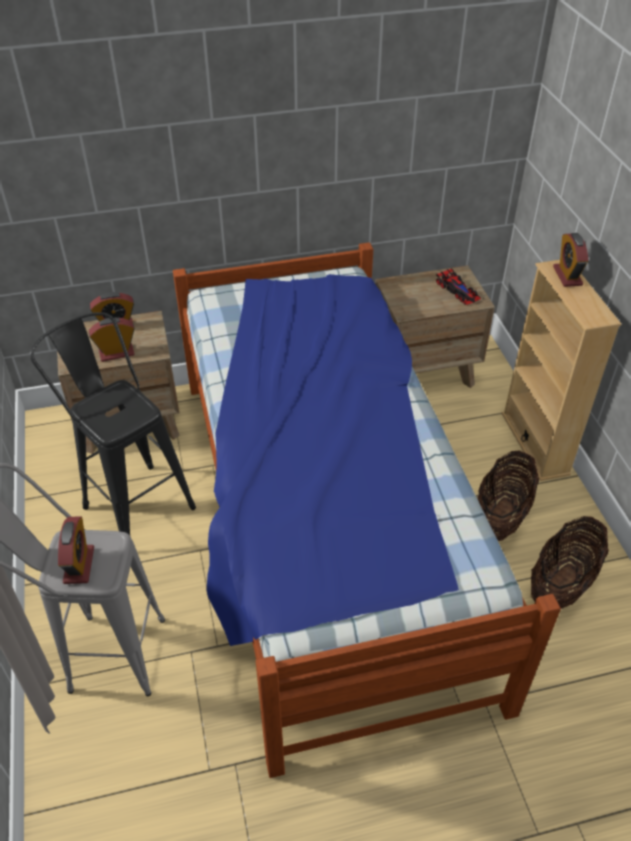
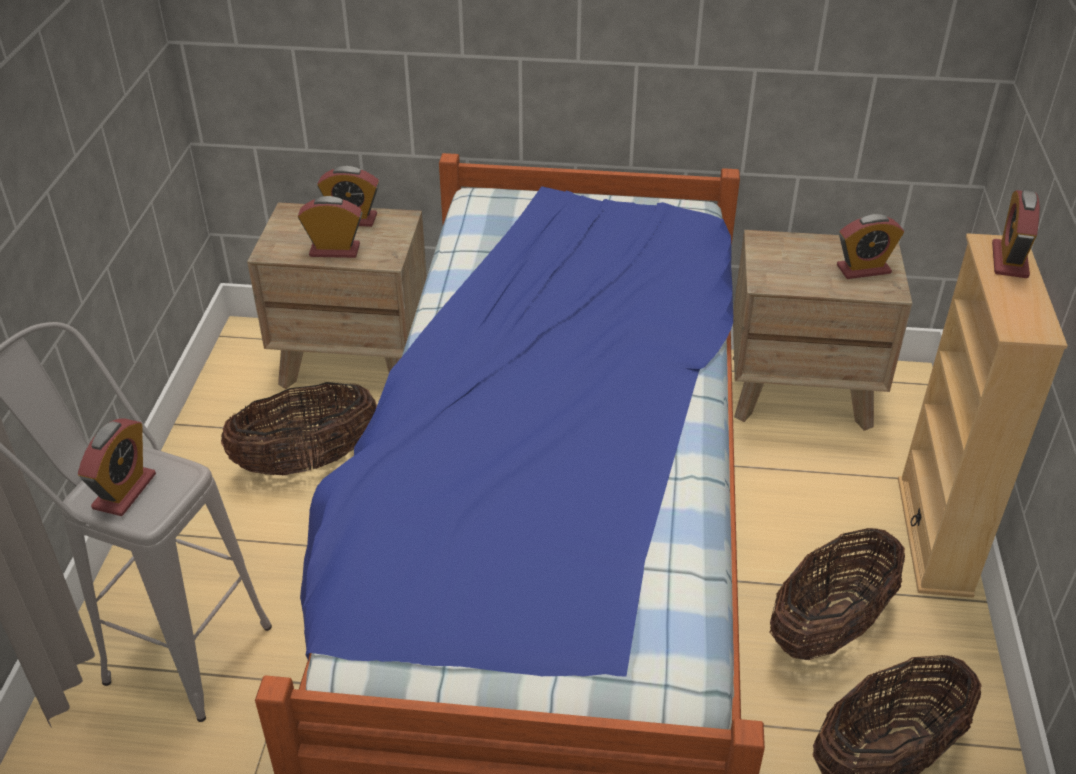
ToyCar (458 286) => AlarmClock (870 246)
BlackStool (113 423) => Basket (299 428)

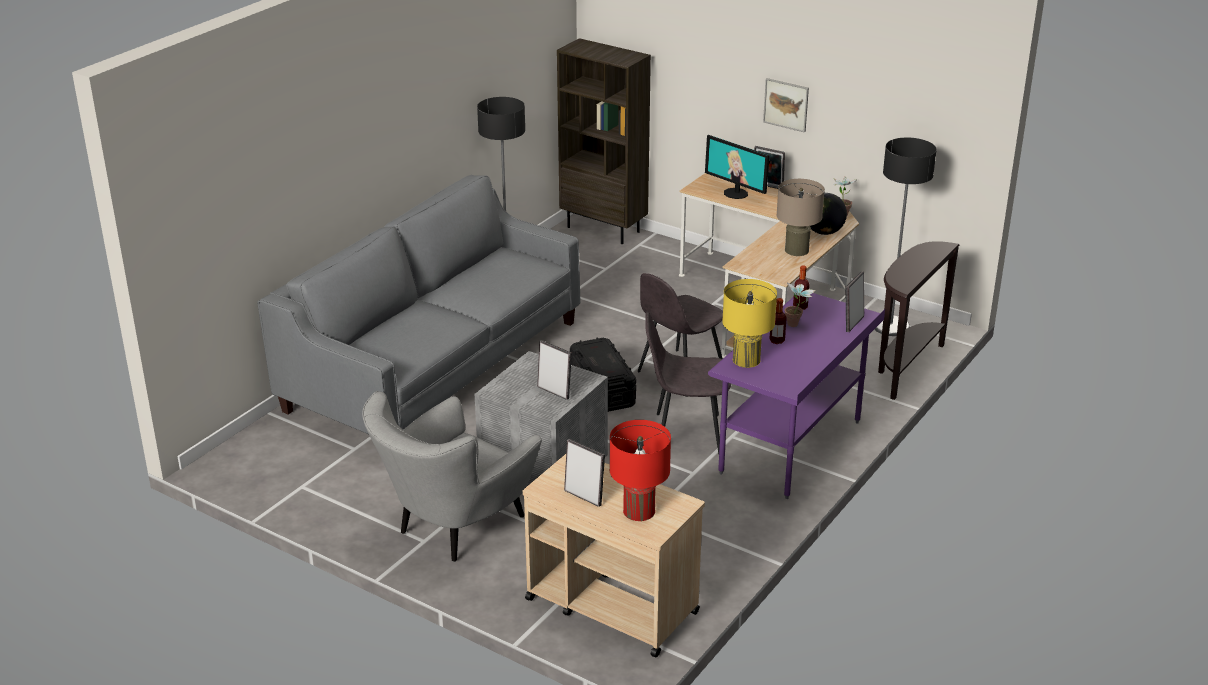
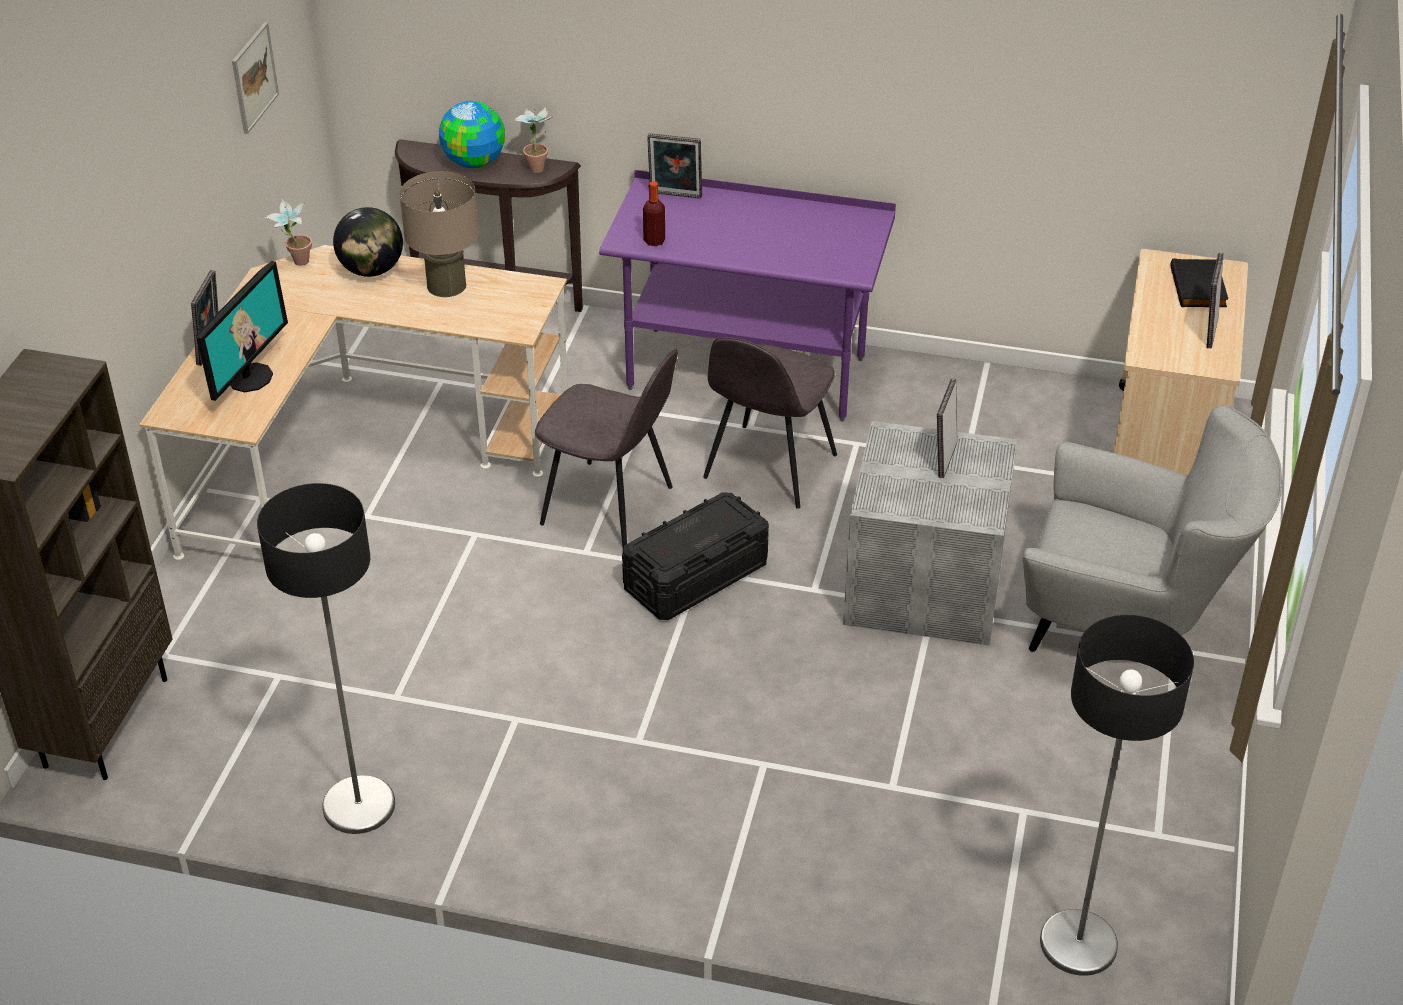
Picture (786 105) => Picture (255 78), relocated
FloorLamp (905 237) => FloorLamp (1117 795), relocated
GreySofa (418 304) => nothing
YellowTableLamp (749 323) => nothing
PottedPlant (799 305) => PottedPlant (534 140), relocated
Bottle (778 321) => nothing
GreyChair (688 383) => GreyChair (770 423), 45 degrees clockwise
RedTableLamp (640 470) => BlackBook (1199 282)
nothing => Globe (472 134)

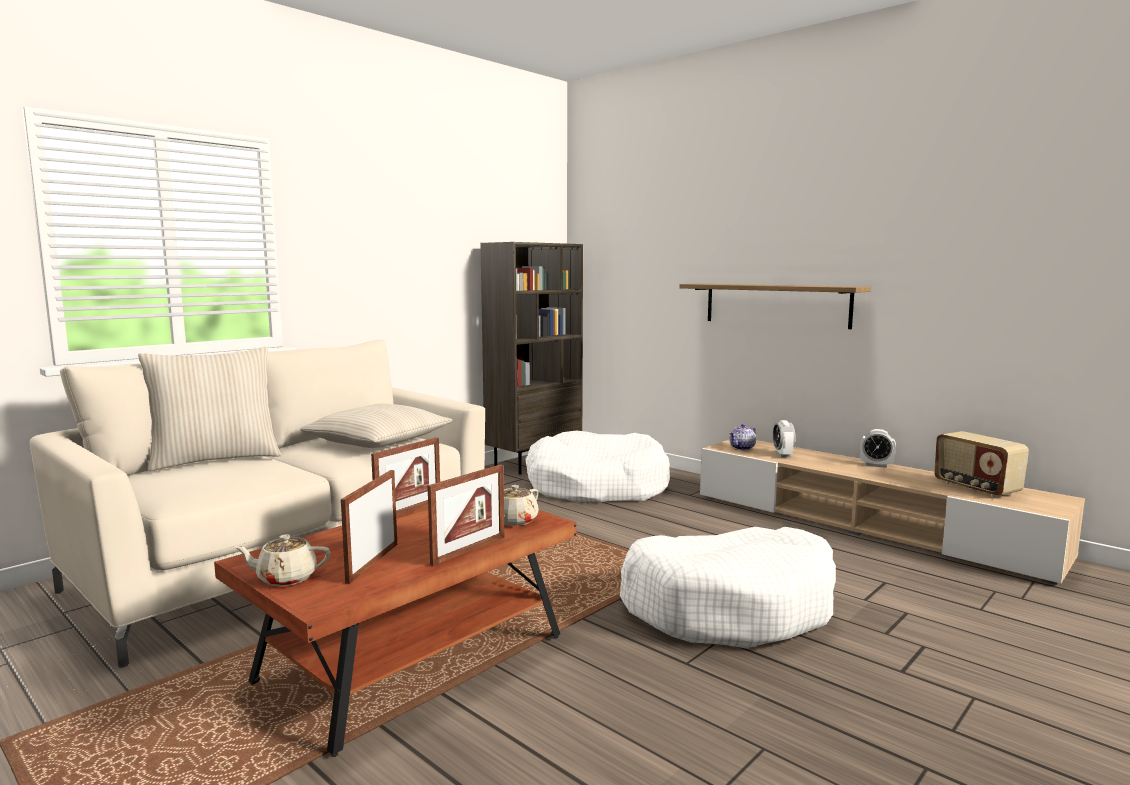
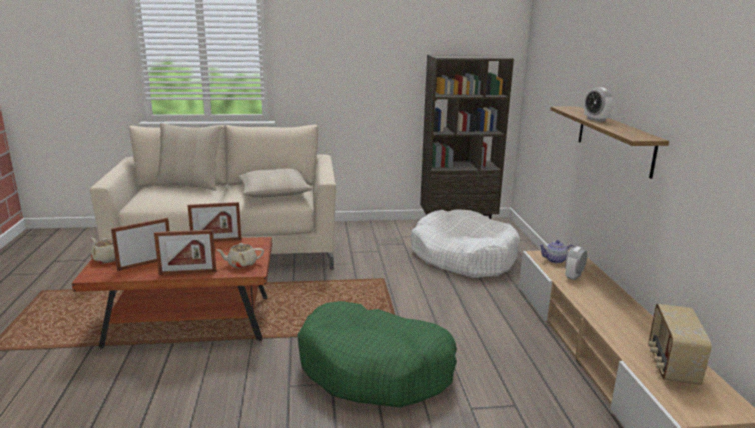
AlarmClock (878 448) => AlarmClock (598 104), relocated
WhiteDogBed (728 587) => GreenDogBed (377 354)

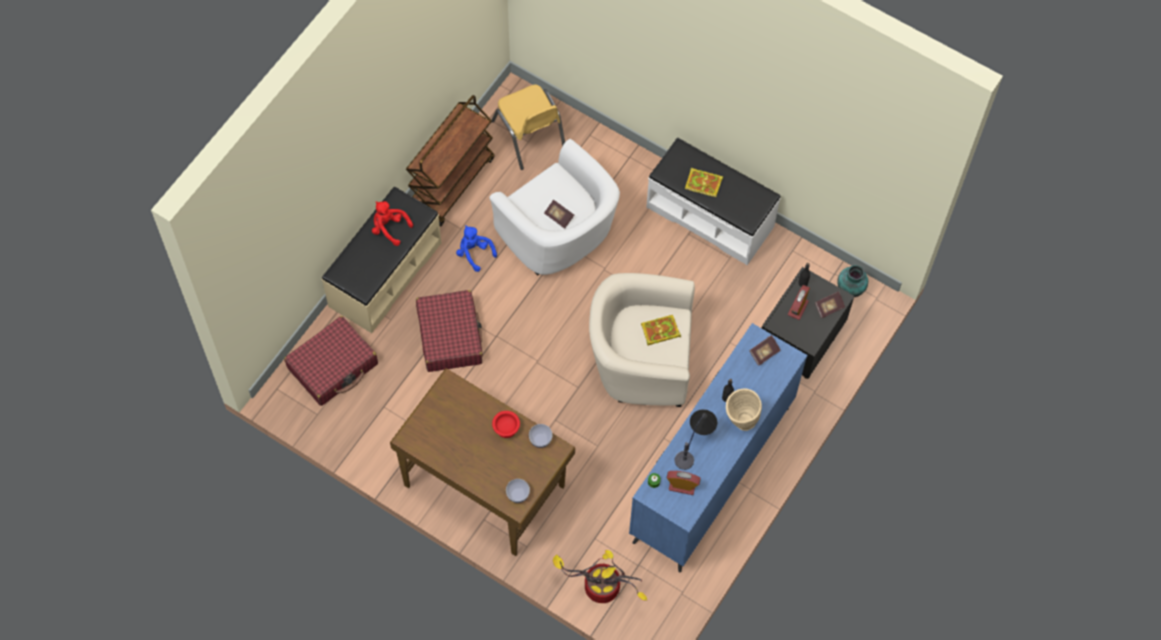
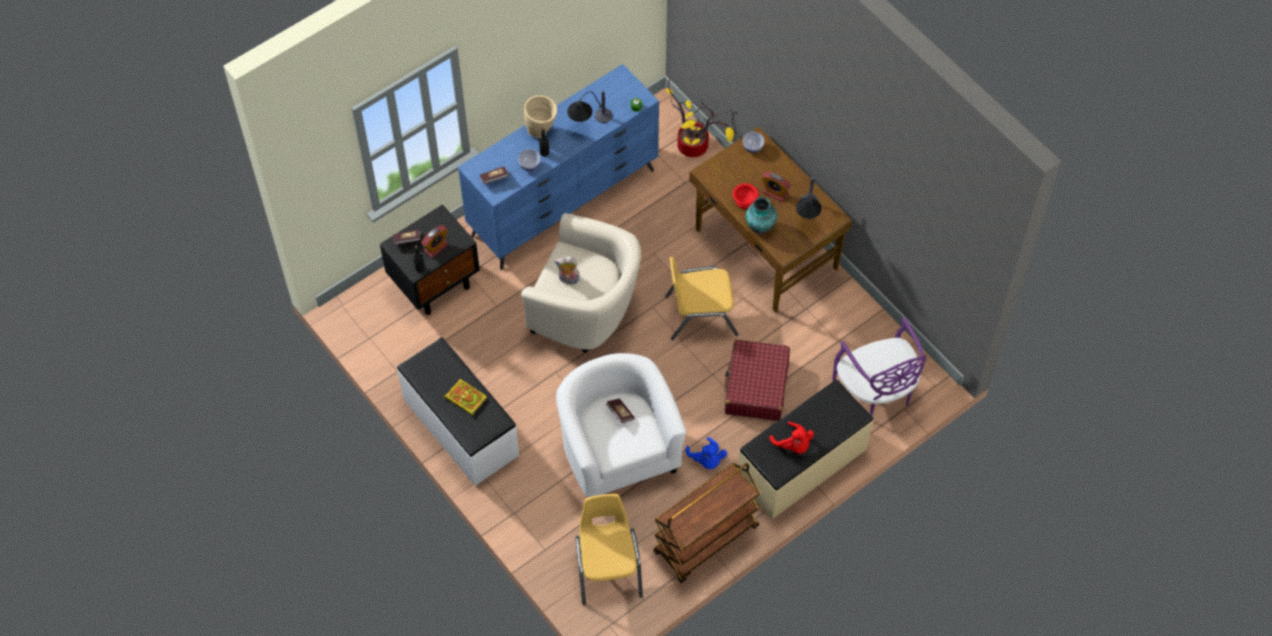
Vase (852 281) => Vase (761 215), relocated
Book (661 330) => PlushToy (567 270)
RedSuitcase (331 361) => PurpleChair (879 366)
Bowl (541 436) => Bowl (529 160), relocated
AlarmClock (684 483) => AlarmClock (776 187), relocated
nothing => TableLamp (808 198)
nothing => YellowChair (701 298)

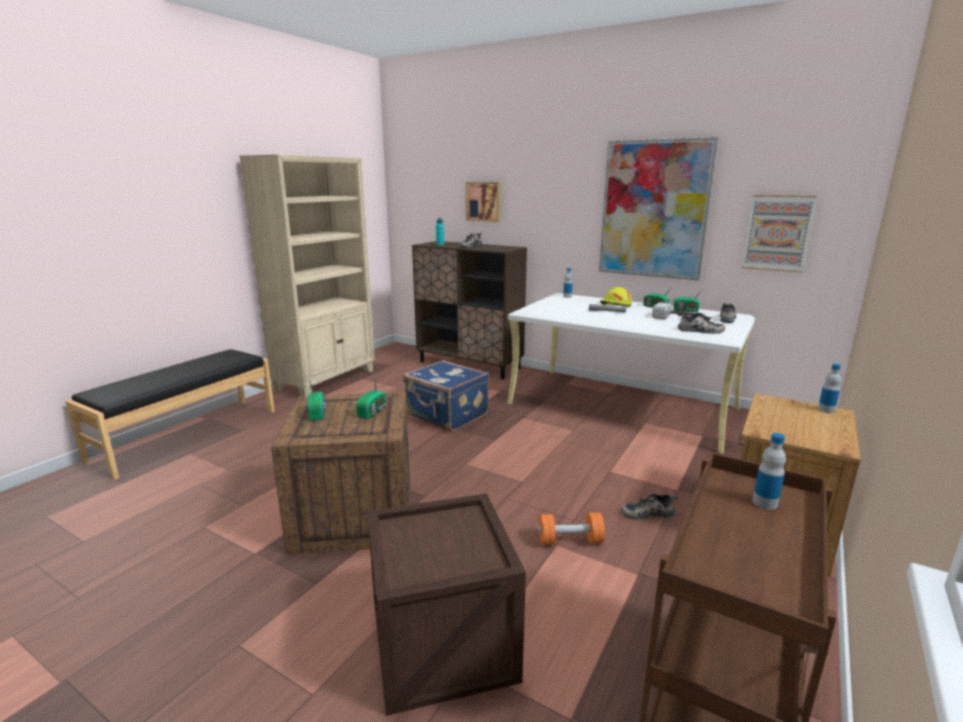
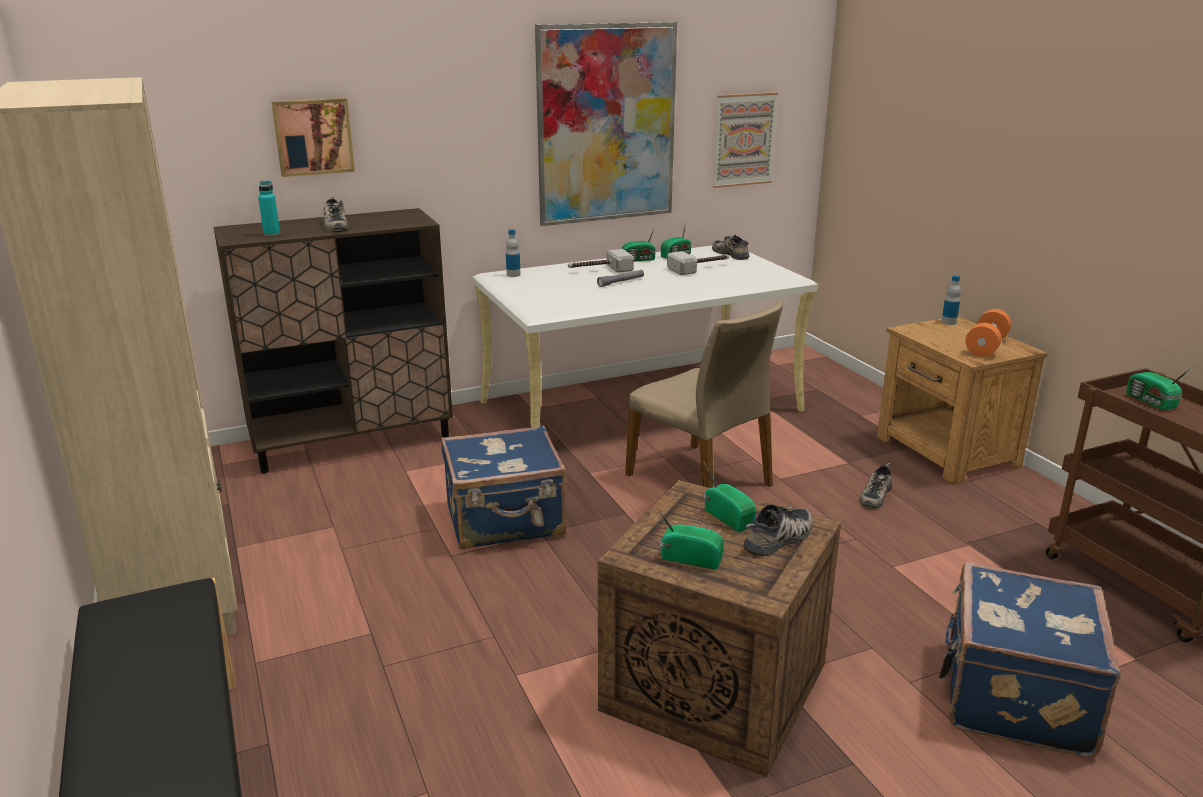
YellowHardHat (616 297) => Hammer (601 261)
Shoe (701 323) => Shoe (778 530), relocated
Bottle (769 471) => Radio (1160 387)
Crate (446 604) => BlueSuitcase (1029 660)
OrangeDumbbell (572 529) => OrangeDumbbell (988 333), relocated
nothing => BeigeChair (704 394)

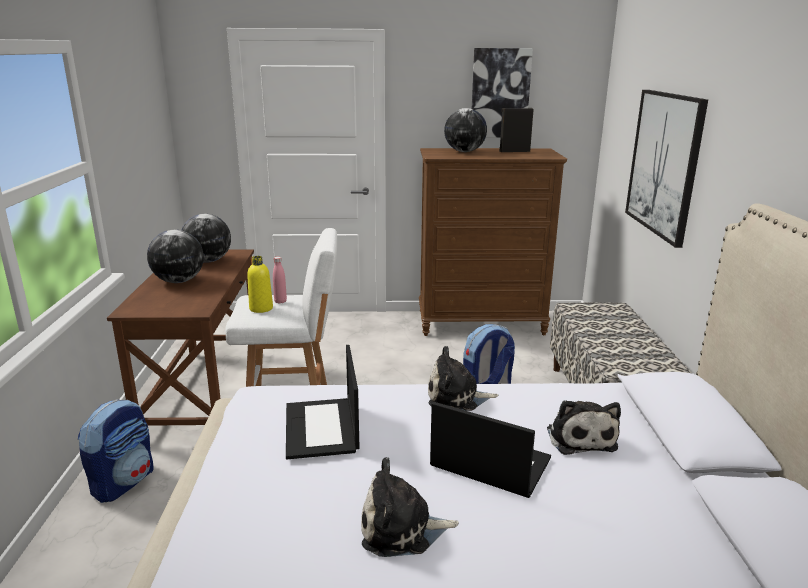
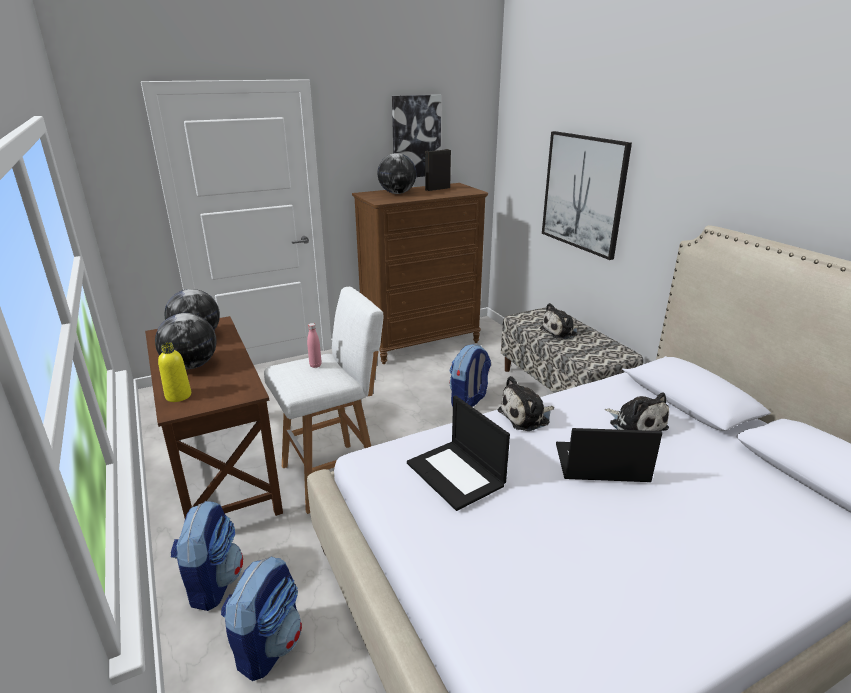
YellowBottle (260 284) => YellowBottle (174 372), relocated
PlushToy (410 507) => PlushToy (559 321), relocated
nothing => Backpack (261 618)

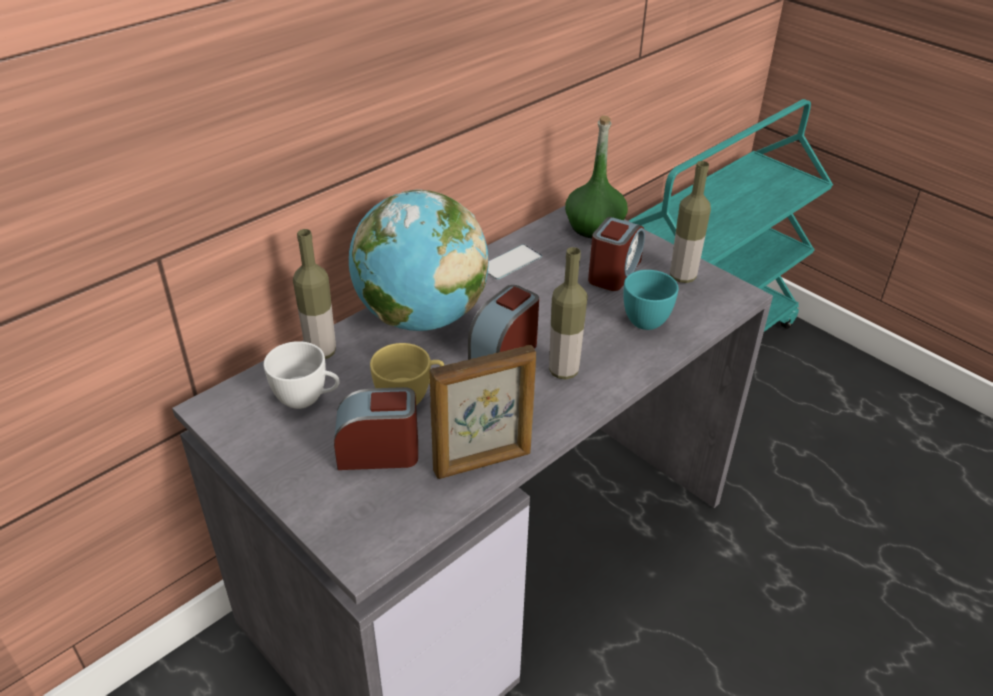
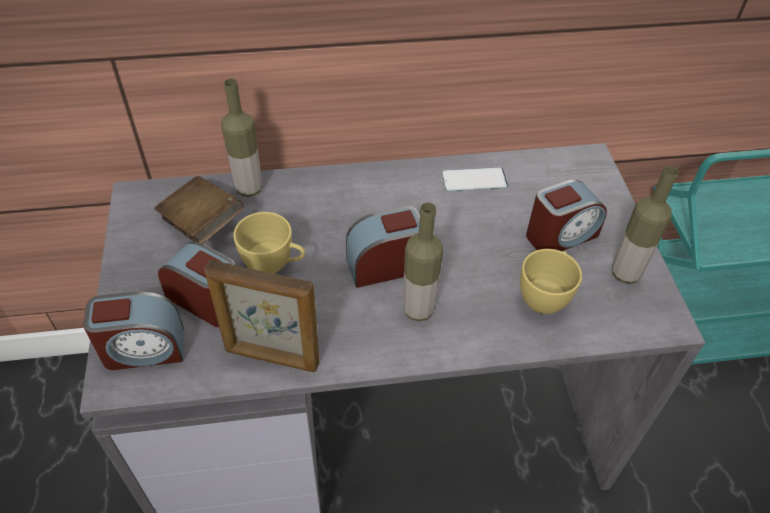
GreenBottle (596 176) => nothing
Globe (419 260) => nothing
TurquoiseCup (651 300) => YellowCup (551 281)
WhiteCup (301 375) => BrownBook (199 210)
nothing => AlarmClock (134 331)

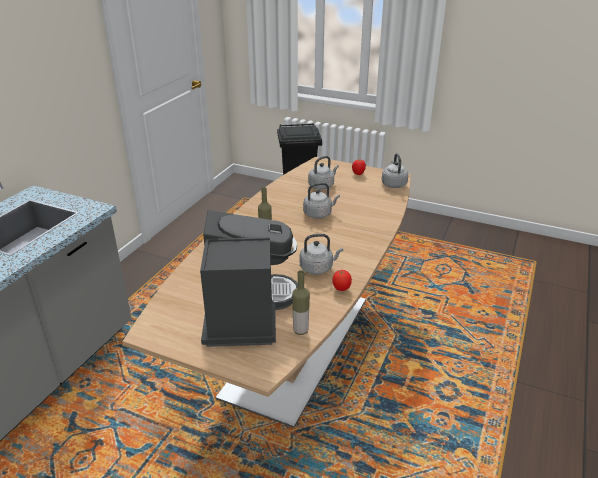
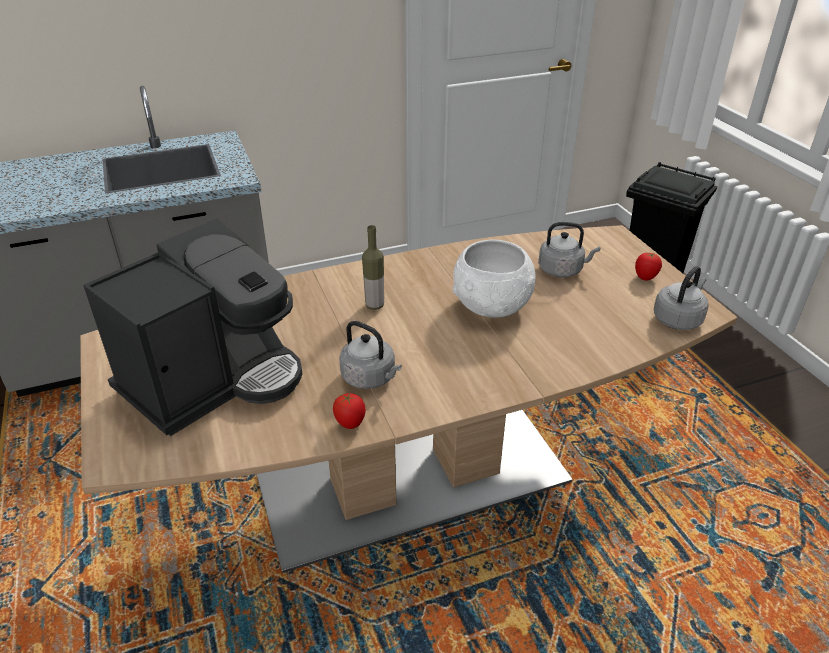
GreyKettle (321 200) => WhiteBowl (494 278)
Bottle (301 302) => nothing

